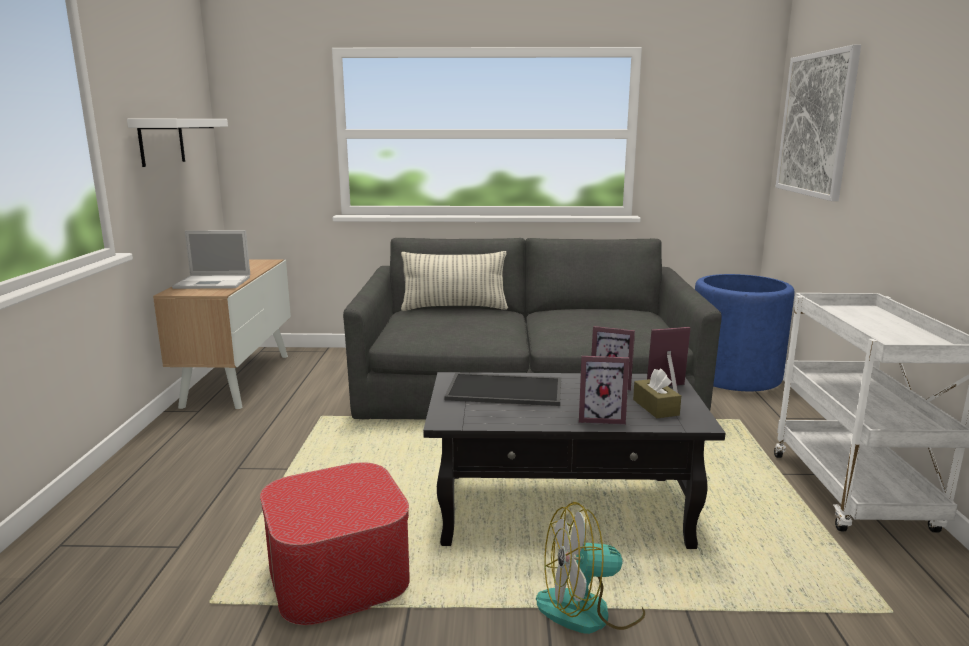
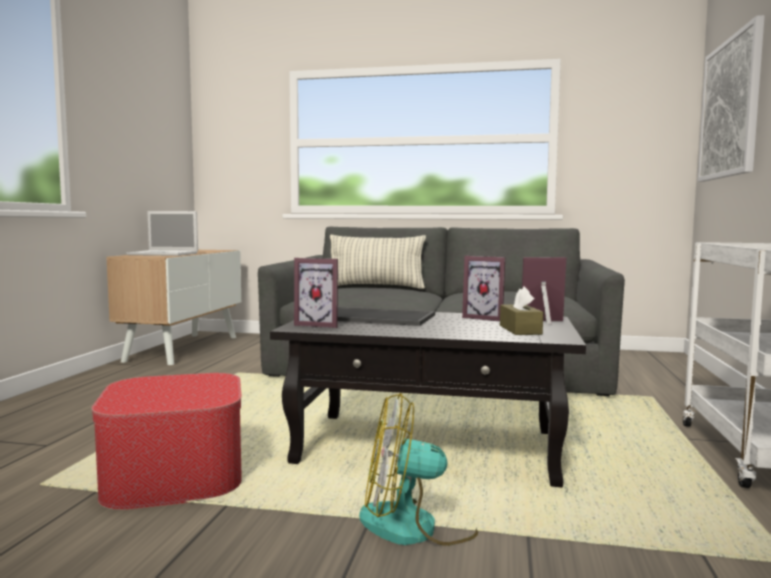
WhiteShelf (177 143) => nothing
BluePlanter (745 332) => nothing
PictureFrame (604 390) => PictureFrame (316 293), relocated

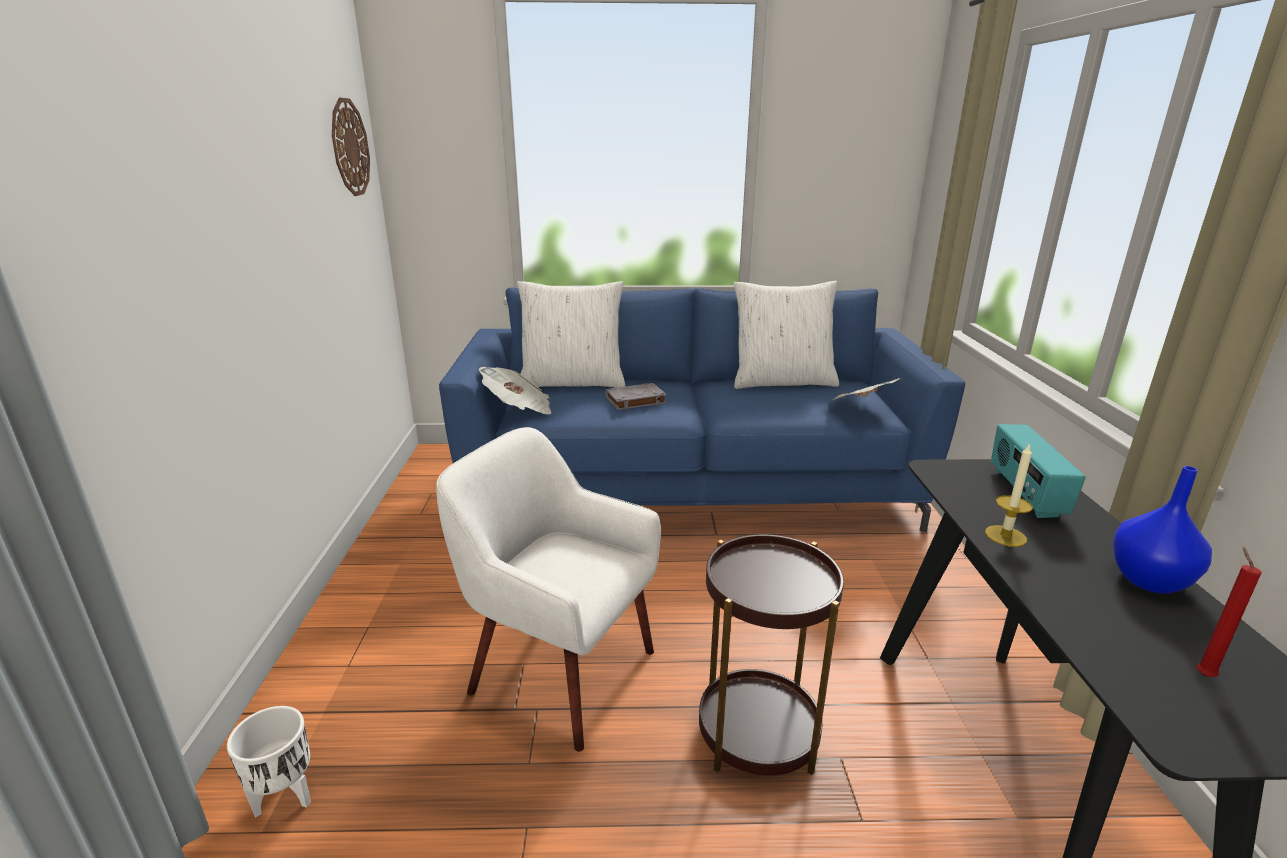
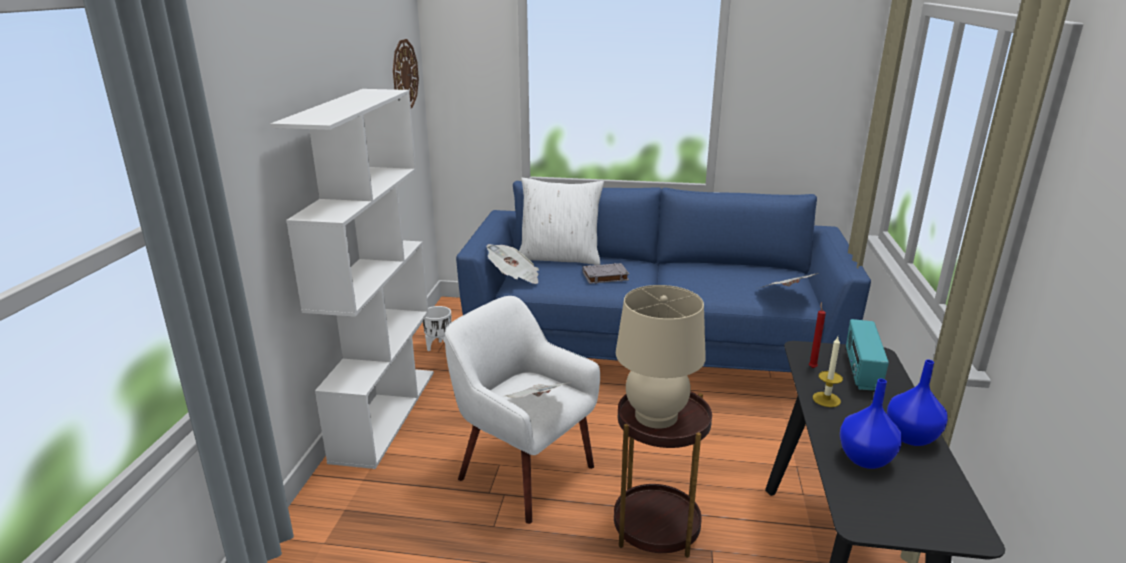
WhitePillow (786 335) => nothing
RedCandle (1229 612) => RedCandle (817 335), relocated
WhitePlanter (269 762) => WhitePlanter (437 328), relocated
nothing => WhiteBookcase (352 279)
nothing => BeigeTableLamp (661 357)
nothing => BlueVase (871 424)
nothing => Newspaper (536 390)

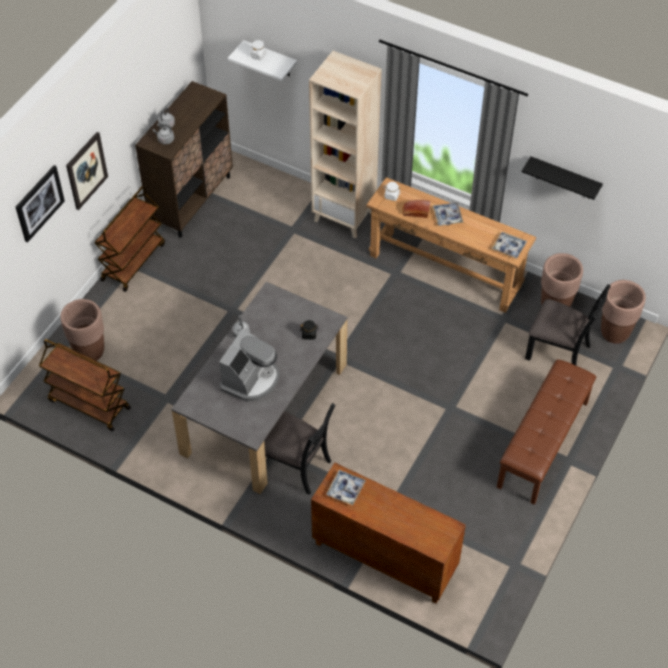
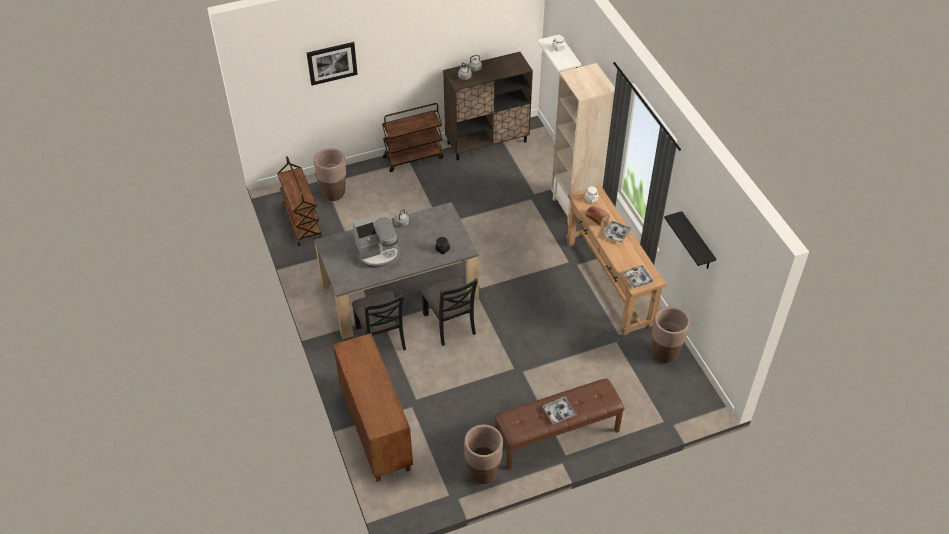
Picture (87 171) => nothing
BrownPlanter (623 312) => BrownPlanter (483 454), relocated
BlackChair (568 325) => BlackChair (449 311), relocated
Tray (346 487) => Tray (559 411), relocated

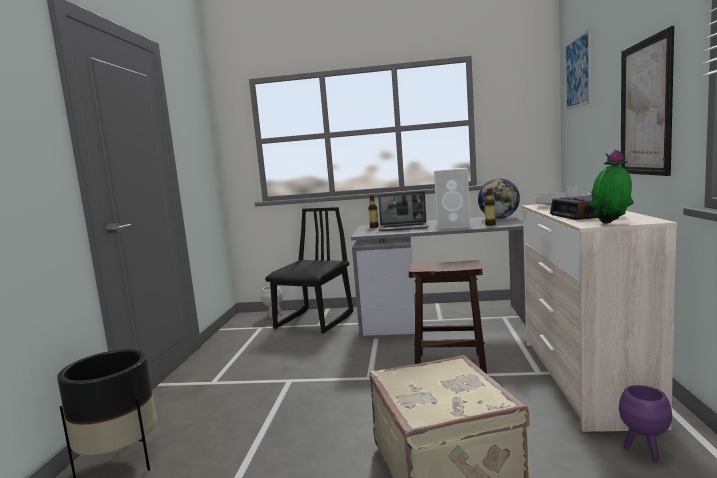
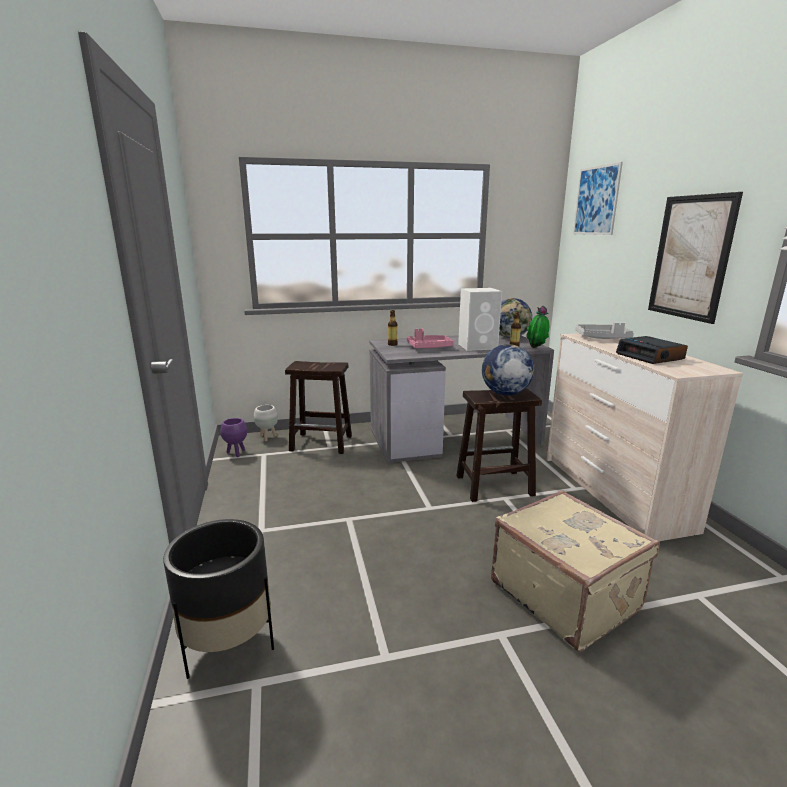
PottedPlant (612 187) => PottedPlant (537 327), relocated
Laptop (403 211) => PinkTray (430 338)
BlackChair (309 270) => BrownStool (318 407)
PurplePlanter (645 423) => PurplePlanter (234 437), relocated
nothing => Globe (508 369)

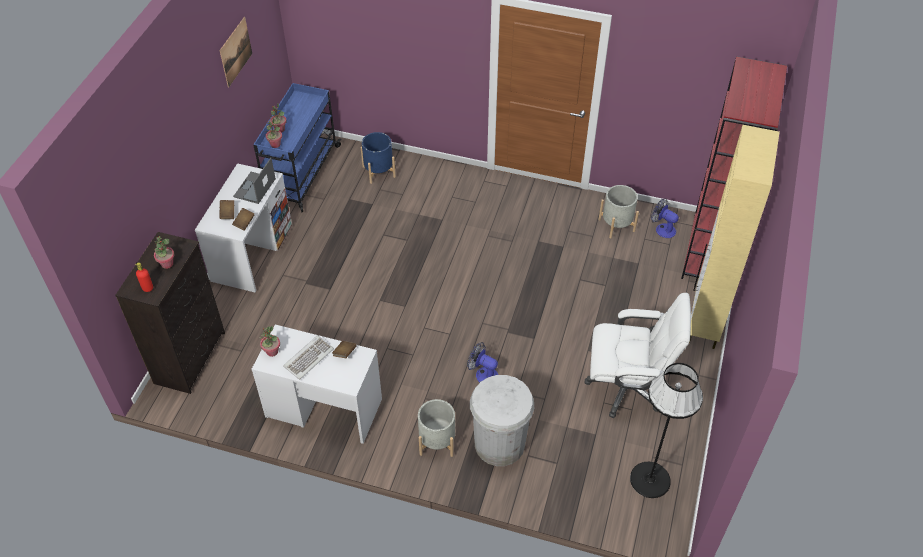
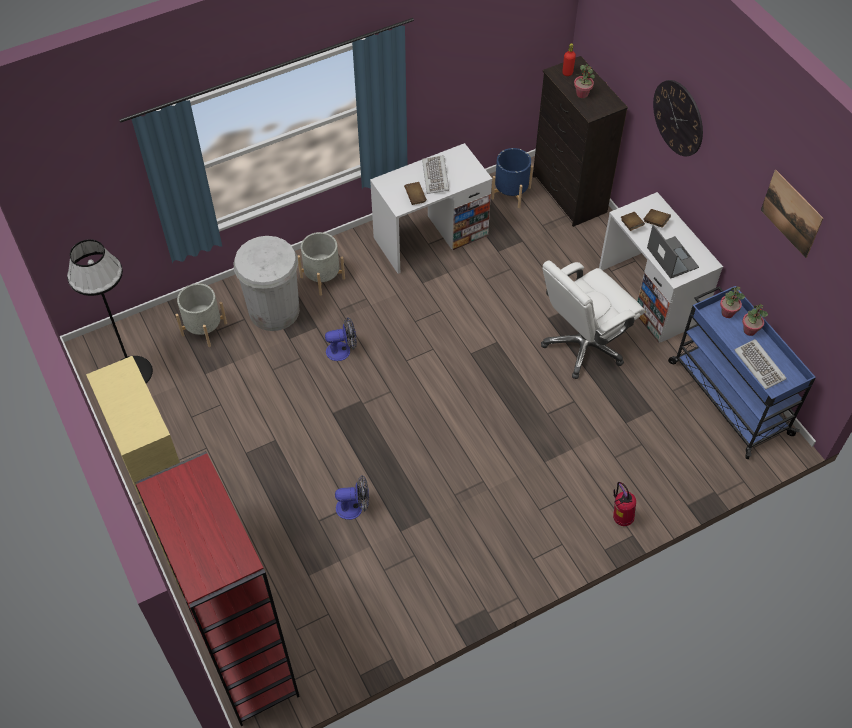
BluePlanter (378 158) => BluePlanter (512 178), relocated
GreyPlanter (618 211) => GreyPlanter (201 315), relocated
Fan (665 218) => Fan (352 497), relocated
WhiteOfficeChair (638 355) => WhiteOfficeChair (593 320), relocated
PottedPlant (270 341) => nothing
nothing => WallClock (678 118)
nothing => Keyboard (760 364)
nothing => FireExtinguisher (624 504)

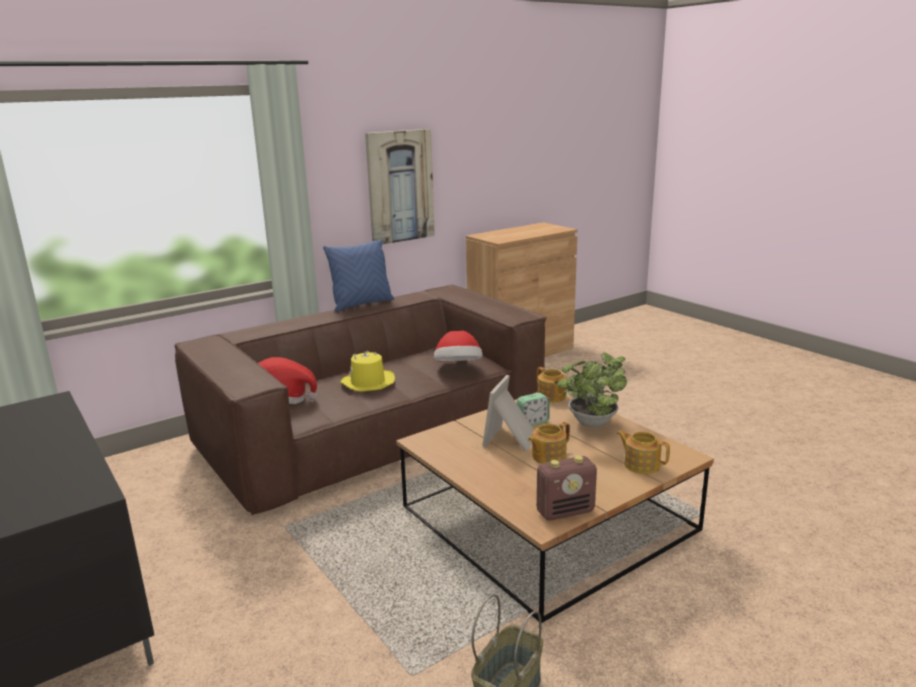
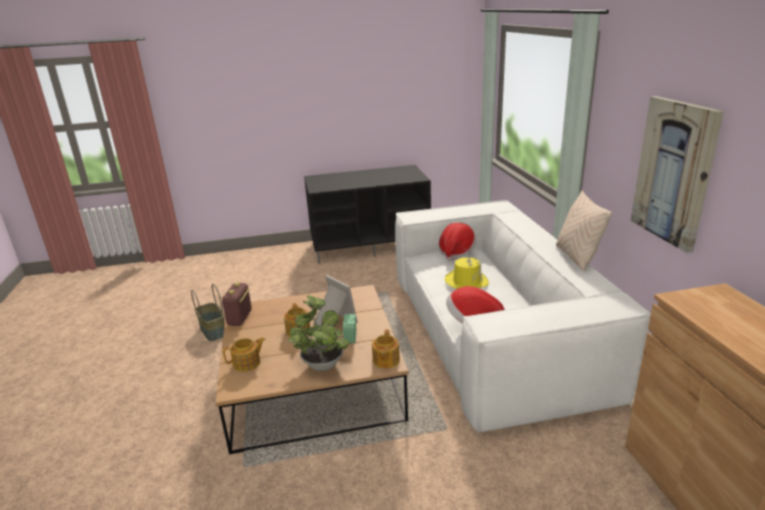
BluePillow (358 275) => BeigePillow (584 230)
BrownSofa (360 400) => WhiteSofa (523 316)
Teapot (552 385) => Teapot (386 349), 75 degrees counterclockwise

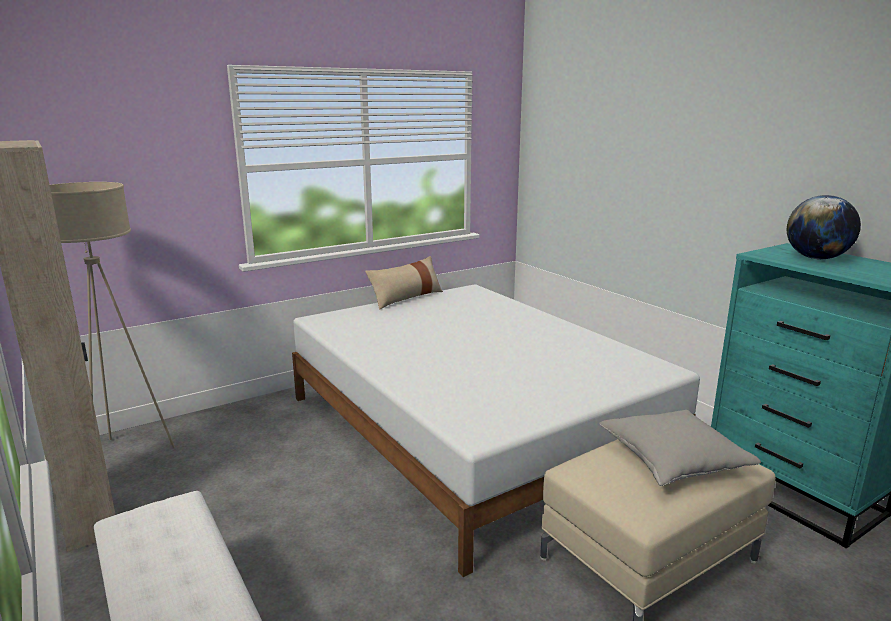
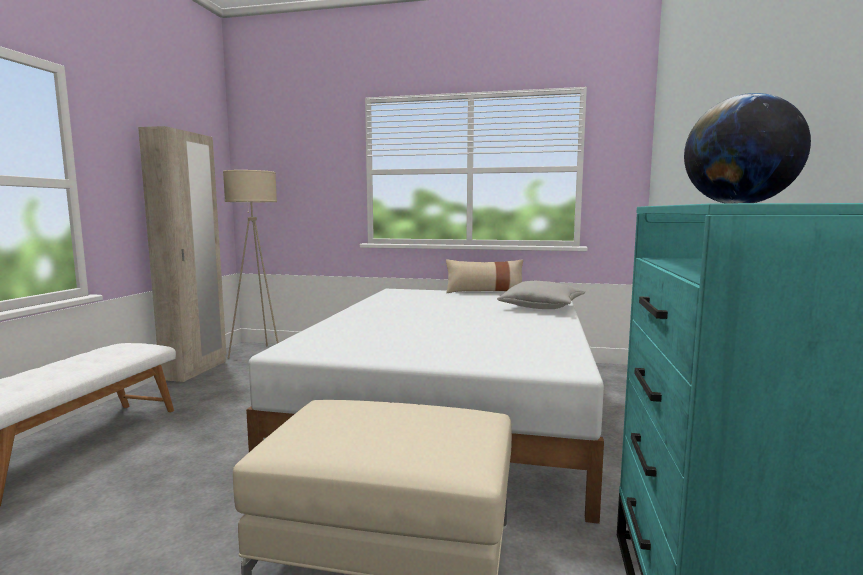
GreyPillow (680 448) => GreyPillow (541 295), relocated

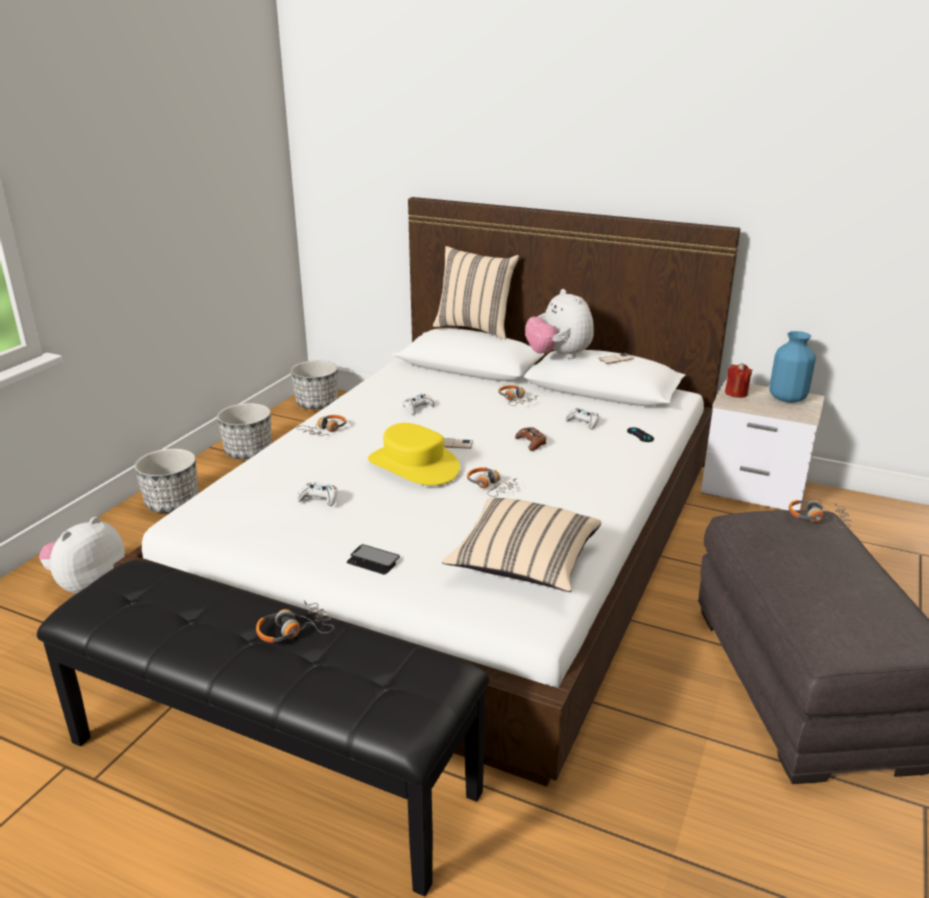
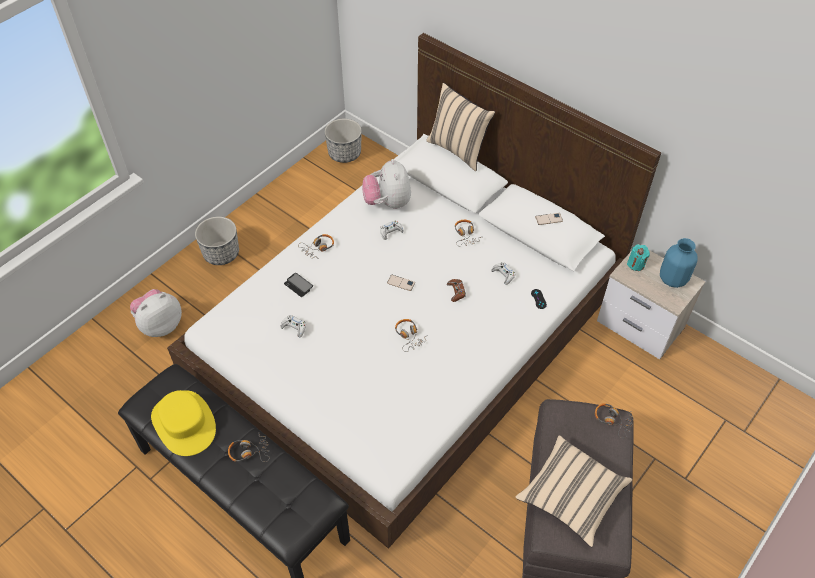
PlushToy (559 324) => PlushToy (386 184), relocated
RedCandle (738 380) => TurquoiseCandle (638 257)
Planter (244 431) => nothing
YellowHat (414 454) => YellowHat (183 423), relocated
BeigePillow (521 545) => BeigePillow (574 491), relocated
Phone (373 559) => Phone (298 285), relocated

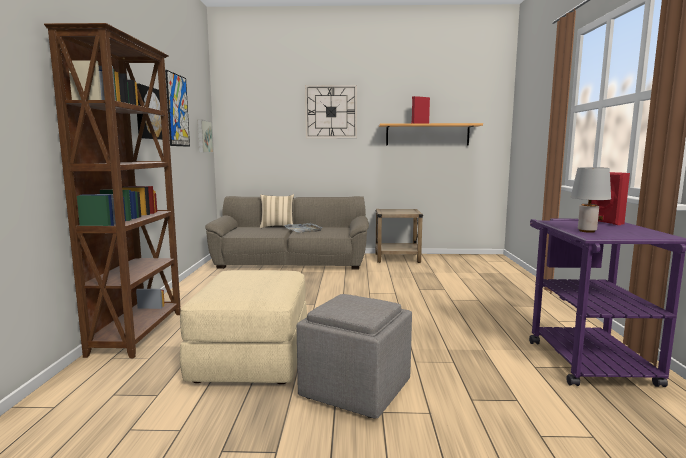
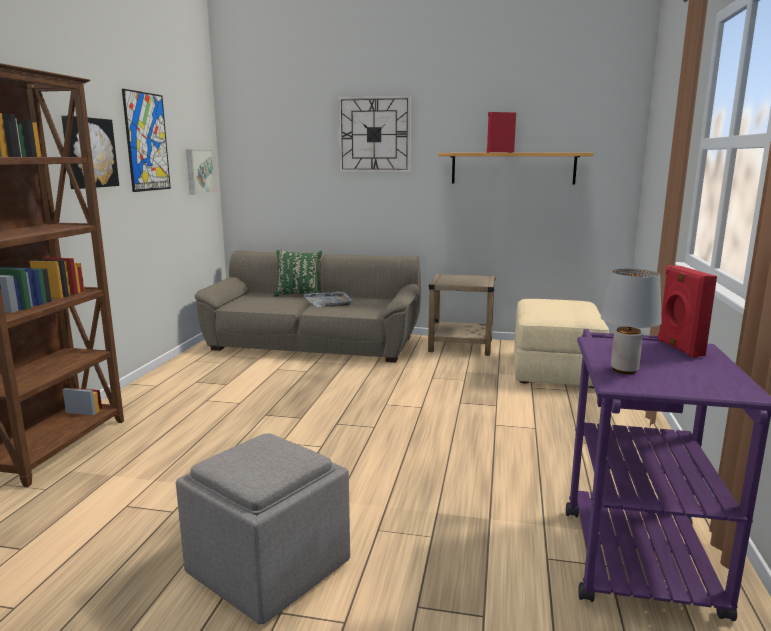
BeigePillow (276 211) => GreenPillow (298 273)
BeigeOttoman (243 327) => BeigeOttoman (561 343), relocated

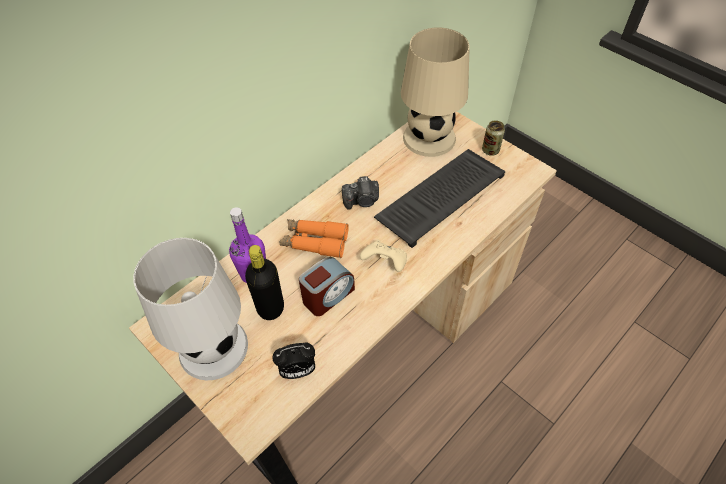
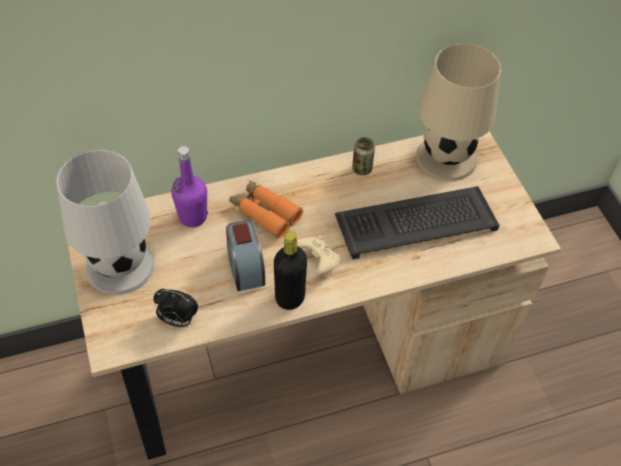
Can (493 138) => Can (363 156), relocated
PhotoCamera (360 193) => nothing
BlackBottle (264 282) => BlackBottle (290 270), relocated
AlarmClock (327 286) => AlarmClock (245 255), 90 degrees clockwise

